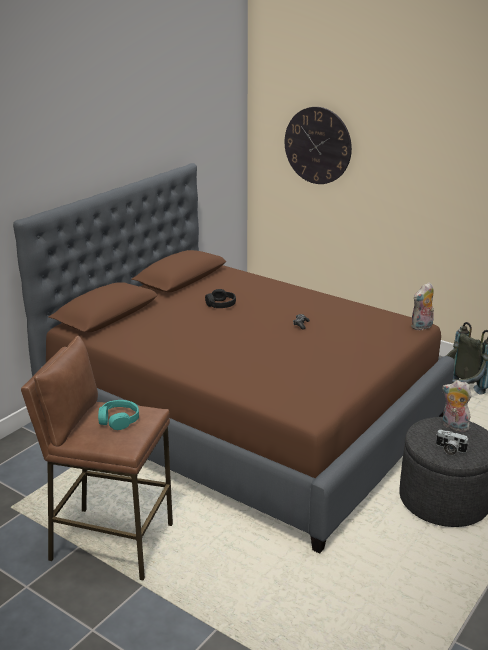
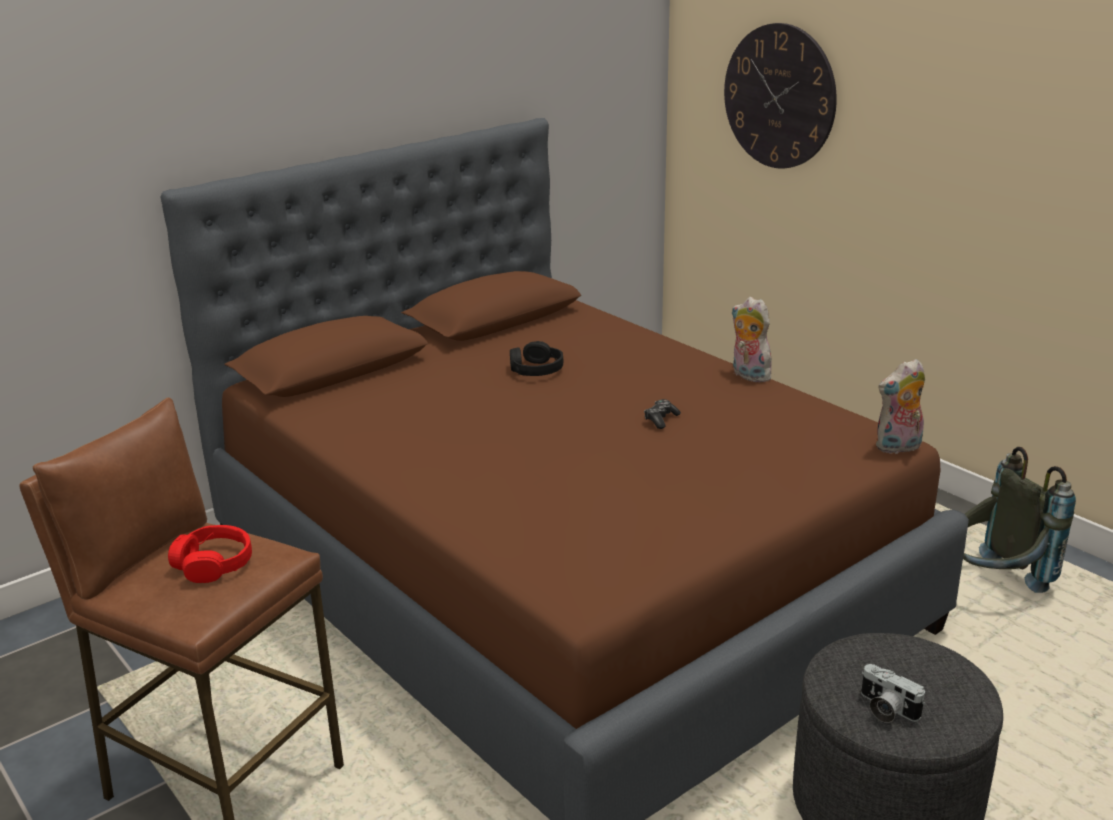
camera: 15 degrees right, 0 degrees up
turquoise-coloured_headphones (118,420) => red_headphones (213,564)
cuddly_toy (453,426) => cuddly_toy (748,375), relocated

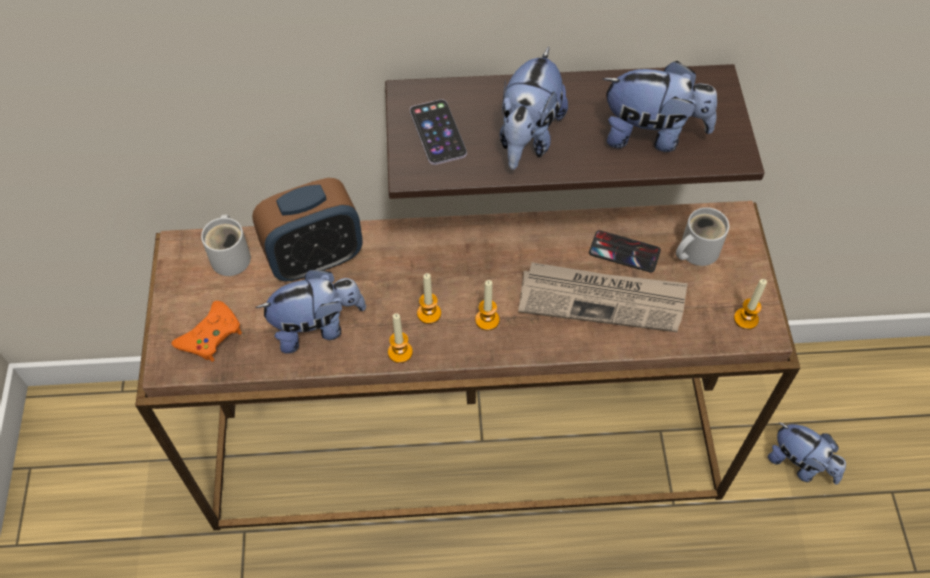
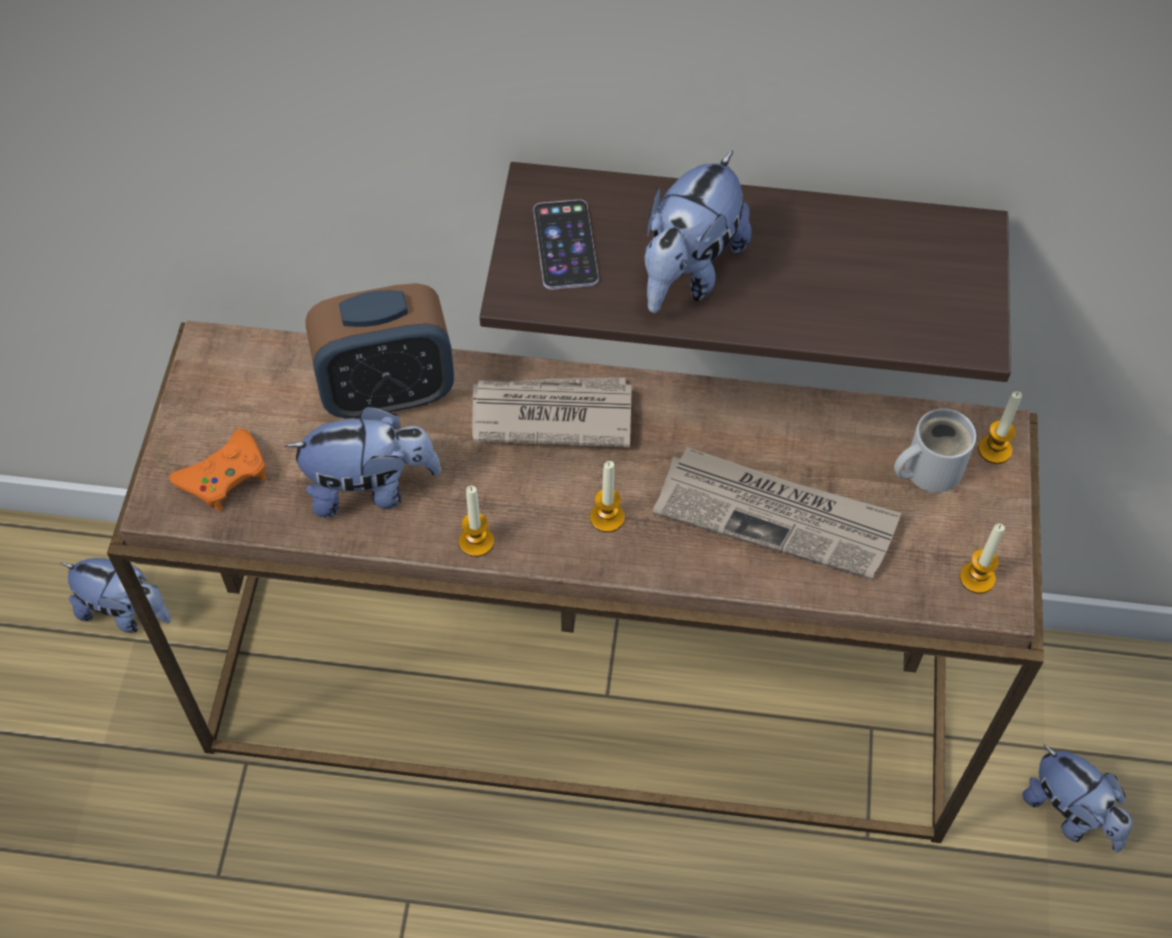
camera: 10 degrees right, 0 degrees up
white-coloured_coffee_mug (232,256) => nothing
candle (429,313) => candle (994,450), relocated
handset (624,252) => nothing
cuddly_toy (651,135) => cuddly_toy (126,611), relocated
nothing => newspaper (550,414)

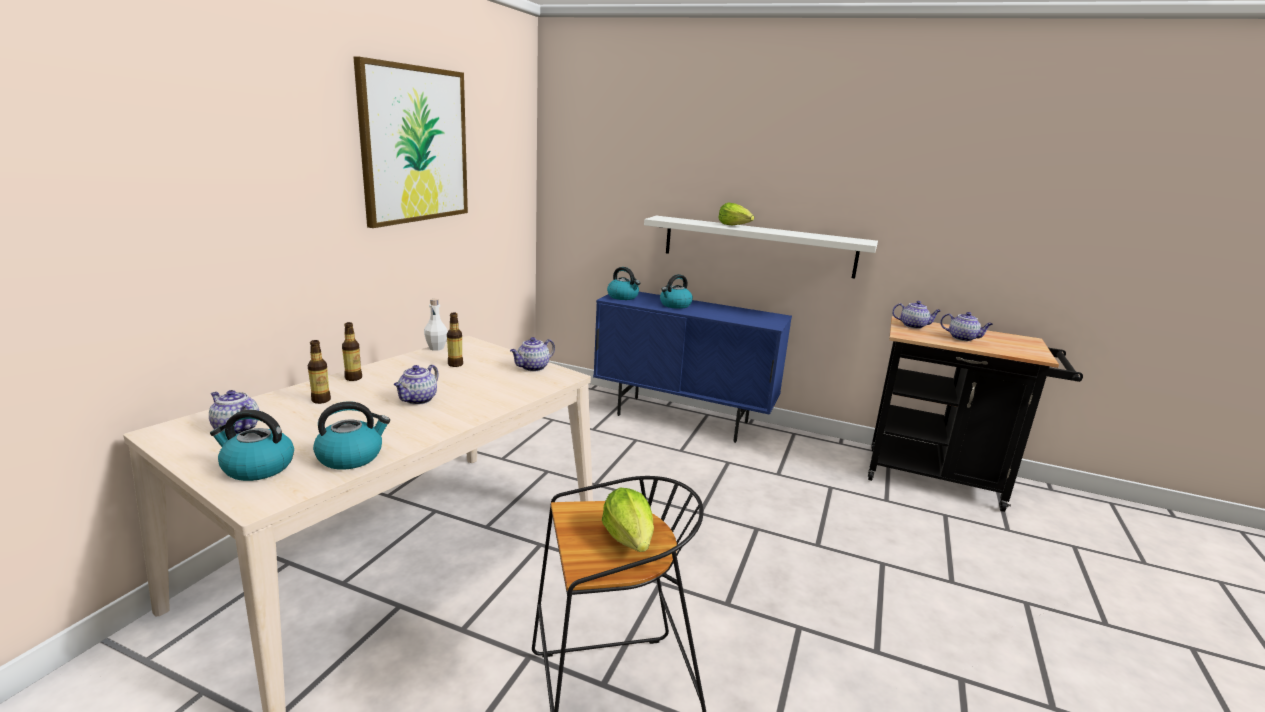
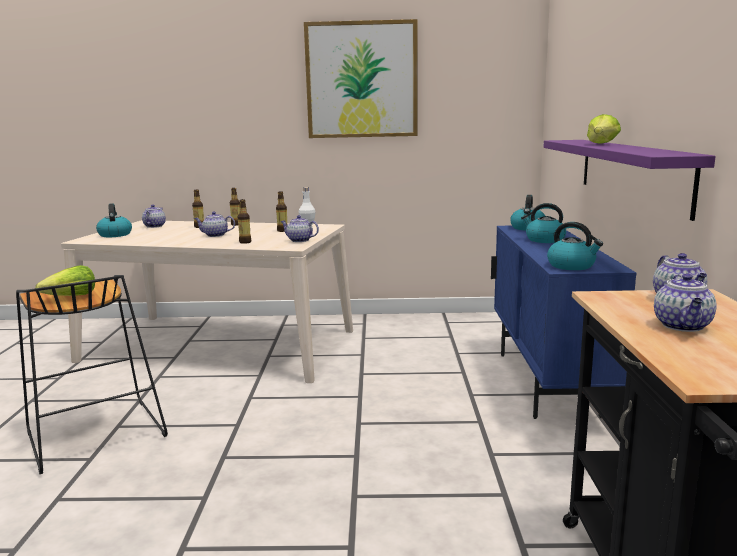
camera: 70 degrees right, 5 degrees down
tea_kettle (351,457) => tea_kettle (572,266), relocated
white-coloured_shelf (758,246) => purple_shelf (630,172)
nothing => beverage_bottle (245,242)

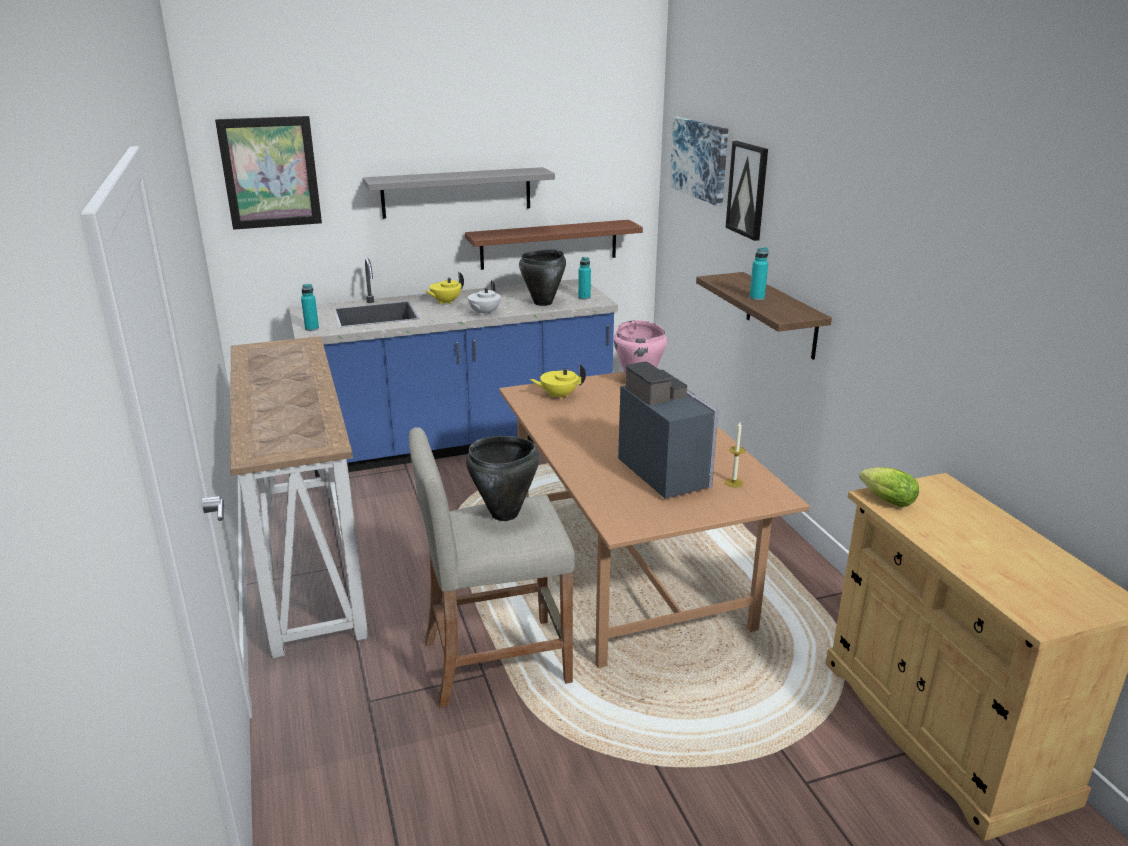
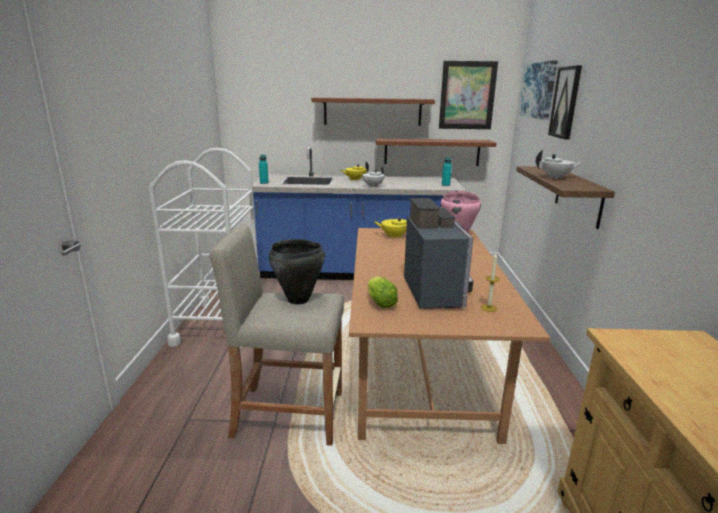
camera: 20 degrees right, 5 degrees down
picture (270,173) => picture (467,95), relocated
console_table (308,562) => white-coloured_cart (220,323)
gray_shelf (457,192) => brown-coloured_shelf (372,111)
black-coloured_saucepot (543,303) => nothing
turquoise-coloured_beverage_bottle (757,298) => white-coloured_teapot (555,177)
lettuce_head (884,500) => lettuce_head (379,302), relocated

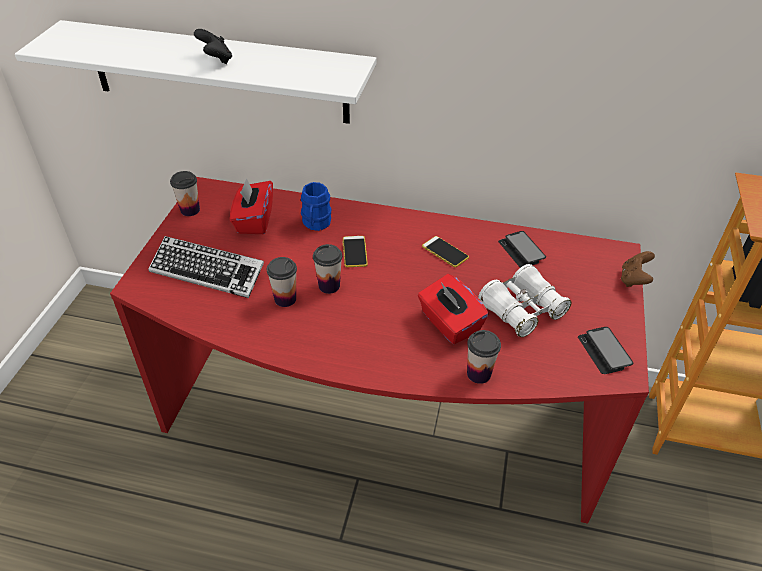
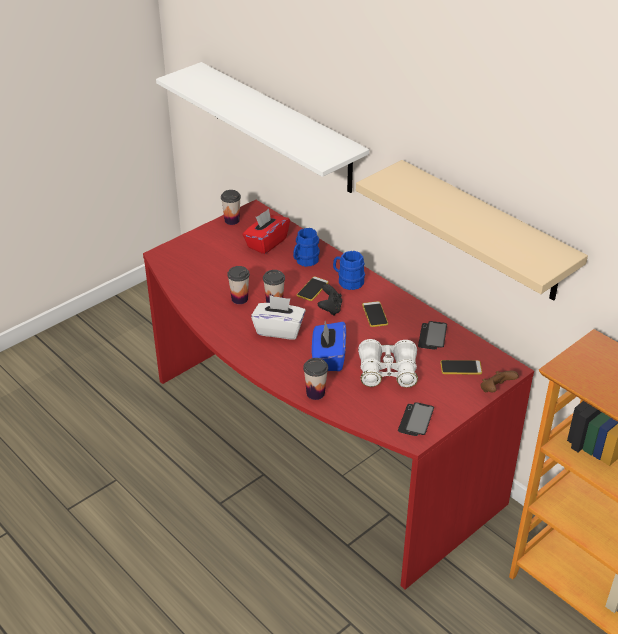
camera: 35 degrees right, 5 degrees down
keyboard (207,272) => nothing
black-coloured_gamepad (216,60) => black-coloured_gamepad (330,309), relocated
red_tissue_holder (449,323) => blue_tissue_holder (328,358)
nothing => white-coloured_tissue_holder (279,330)
nothing => blue_coffee_mug (347,281)
nothing => sand-coloured_shelf (485,232)
nothing => handset (461,368)

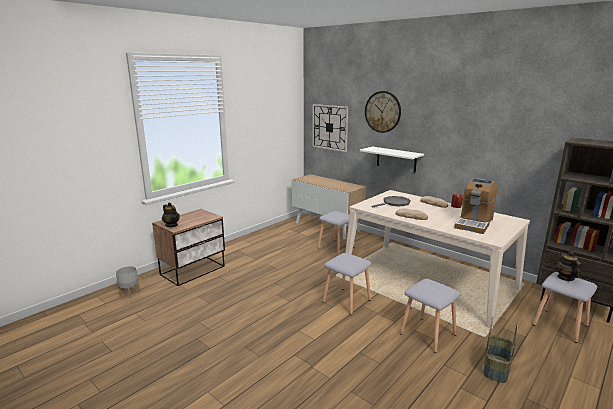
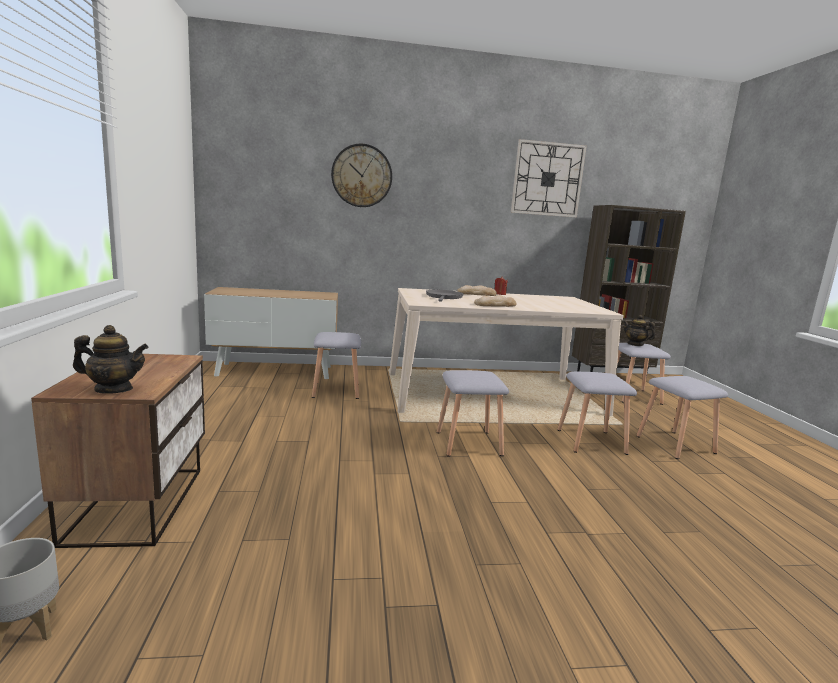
camera: 50 degrees left, 5 degrees down
clock_on_the_wall (330,127) => clock_on_the_wall (547,179), relocated
white-coloured_shelf (396,159) => nothing
coffee_maker (474,223) => nothing
basket (497,368) => gray_stool_seat (676,445)

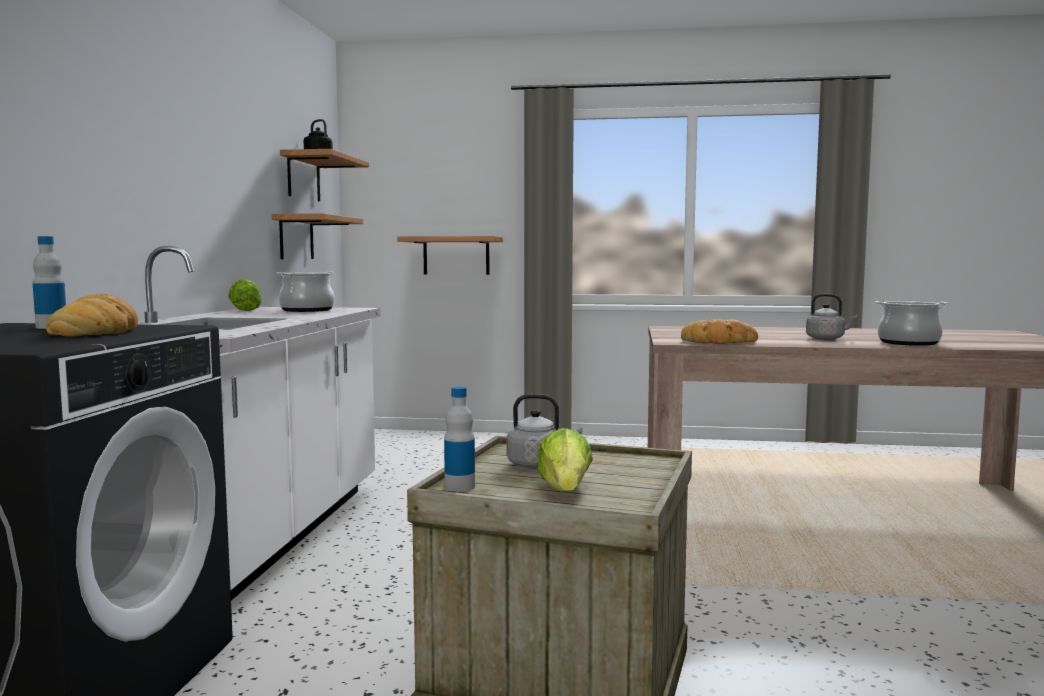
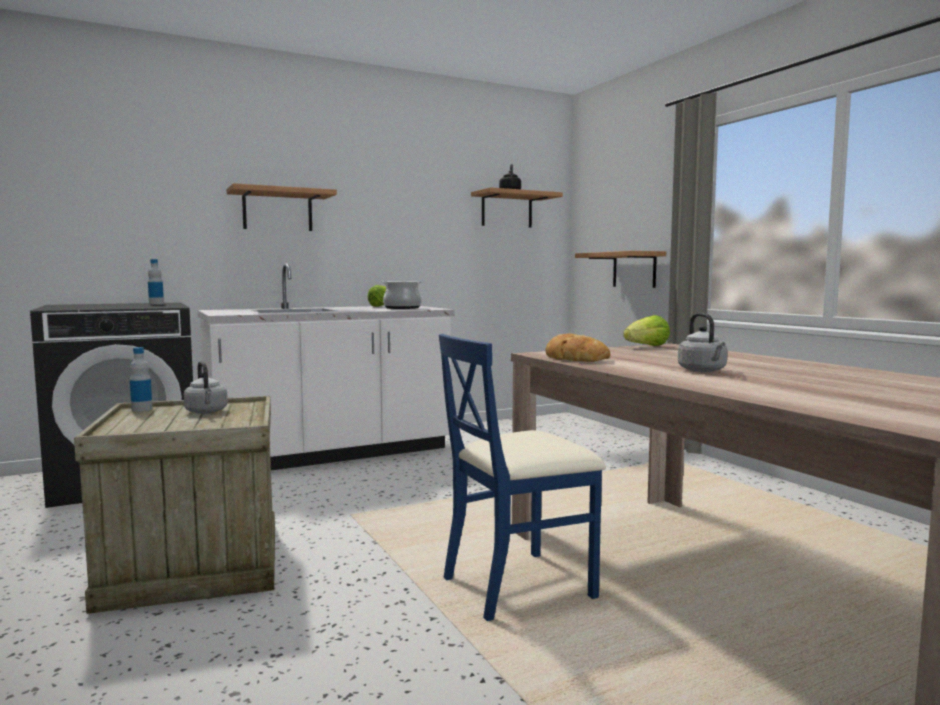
camera: 55 degrees right, 0 degrees up
bread (95,331) => nothing
shelf (296,237) => shelf (277,211), relocated
lettuce_head (565,491) => lettuce_head (647,346), relocated
saucepot (908,343) => nothing
nothing => blue_chair (518,586)

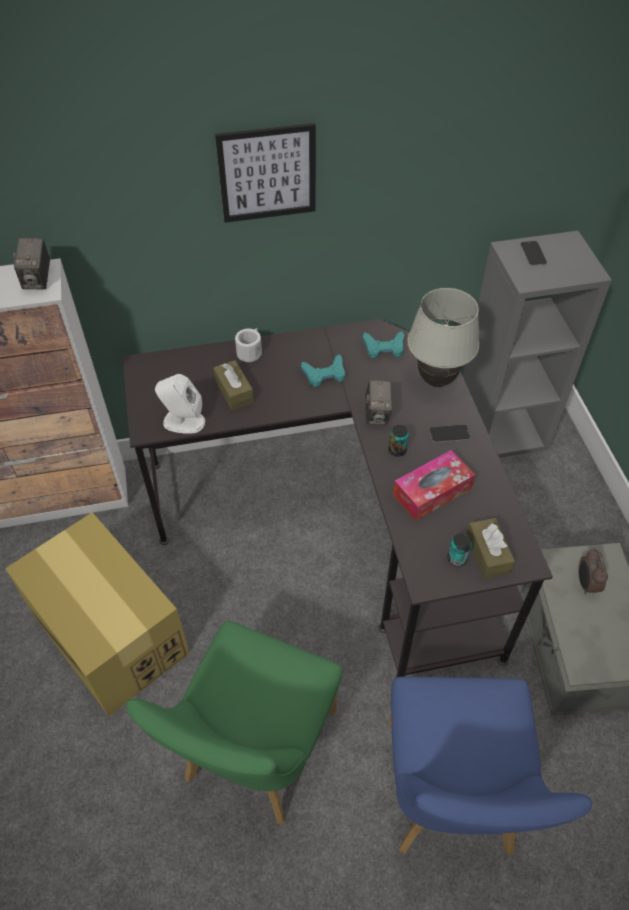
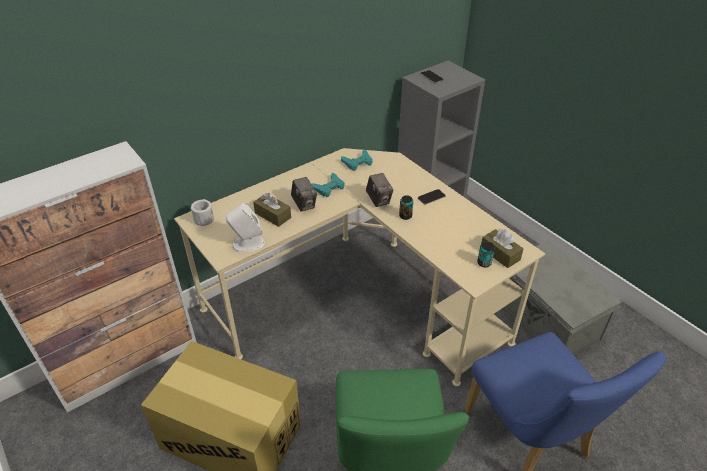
camera: 25 degrees left, 10 degrees down
photo_camera (38,280) => photo_camera (304,204), relocated
black-coloured_desk_unit (339,521) => sand-coloured_desk_unit (358,299)
picture (267,173) => nothing
white-coloured_coffee_mug (250,351) => white-coloured_coffee_mug (204,218), relocated
tissue_holder (432,492) => nothing
white-coloured_table_lamp (437,380) => nothing
alarm_clock (585,584) => nothing

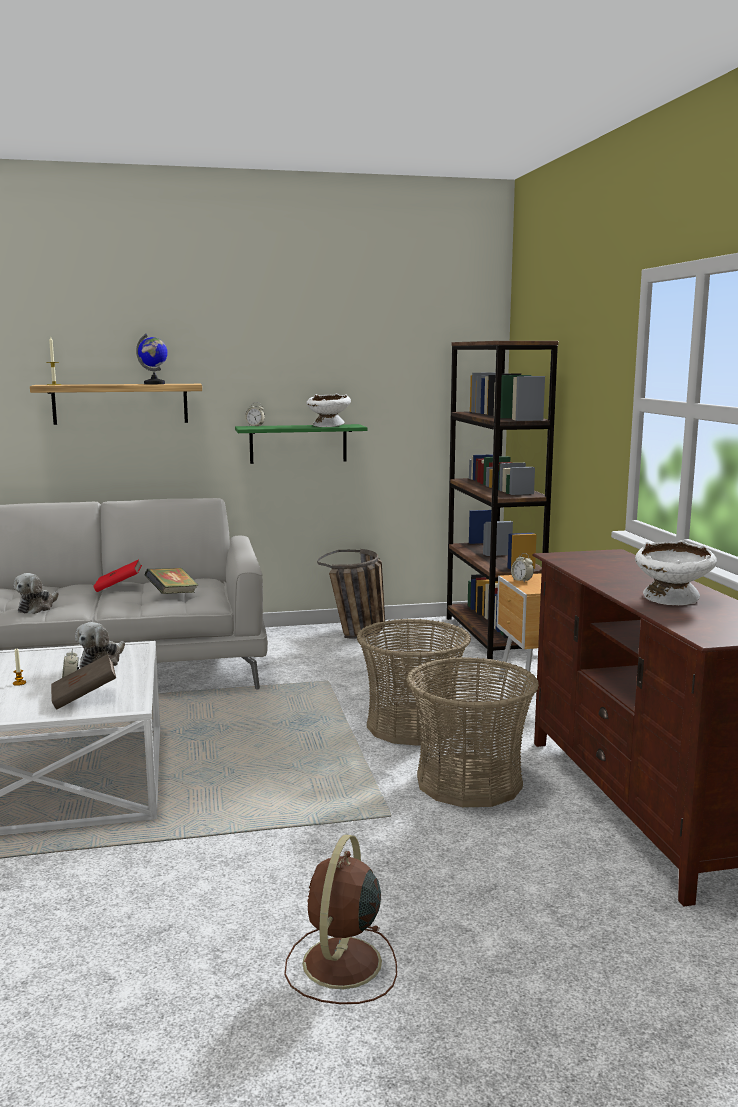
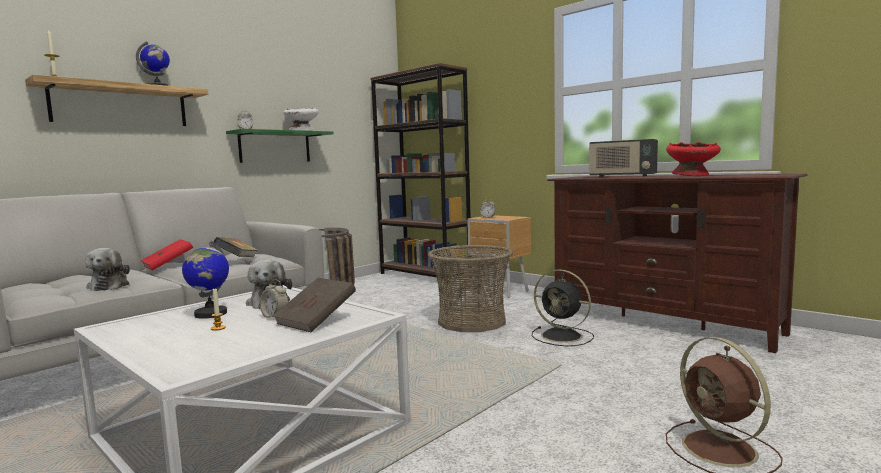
camera: 35 degrees left, 5 degrees down
basket (469,781) => black-coloured_fan (563,336)
white-coloured_deep_dish (672,599) => red_deep_dish (692,175)
nothing => world_globe (210,314)
nothing => radio_receiver (622,176)

